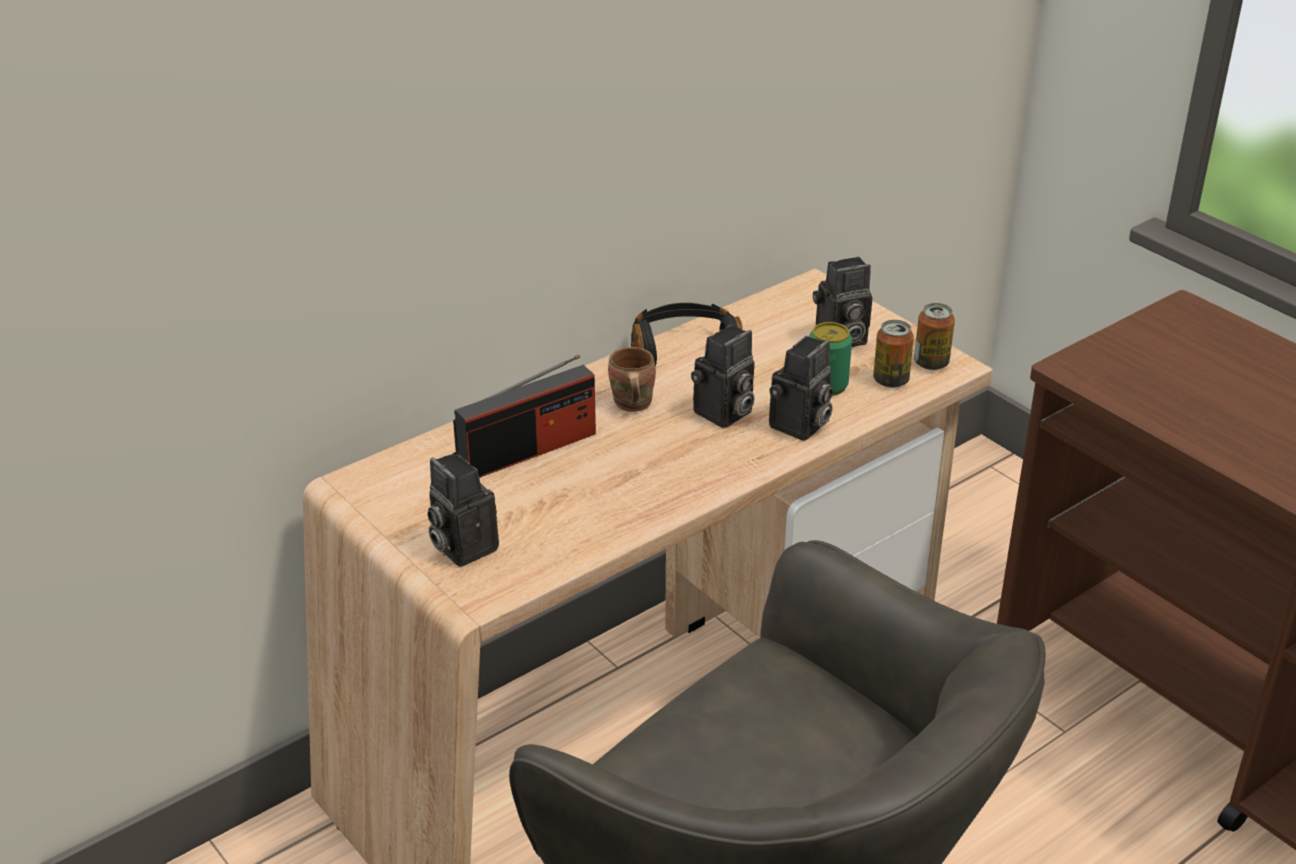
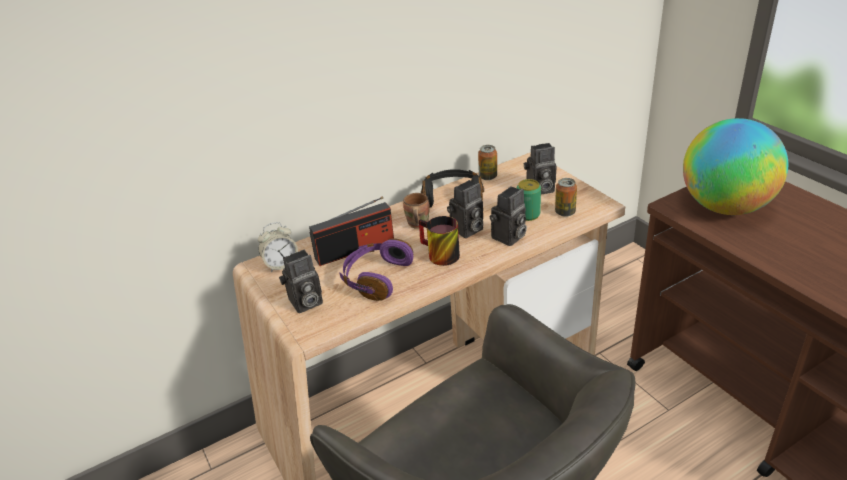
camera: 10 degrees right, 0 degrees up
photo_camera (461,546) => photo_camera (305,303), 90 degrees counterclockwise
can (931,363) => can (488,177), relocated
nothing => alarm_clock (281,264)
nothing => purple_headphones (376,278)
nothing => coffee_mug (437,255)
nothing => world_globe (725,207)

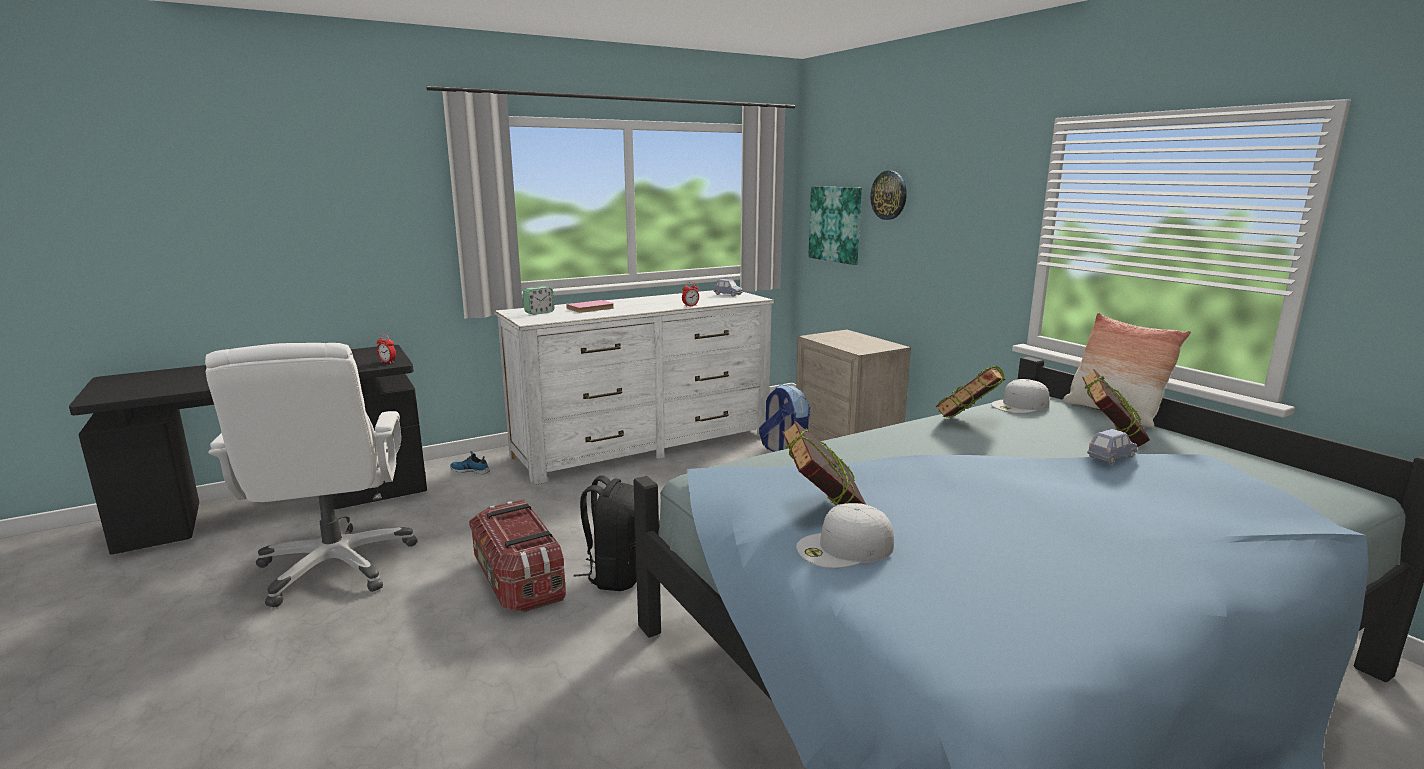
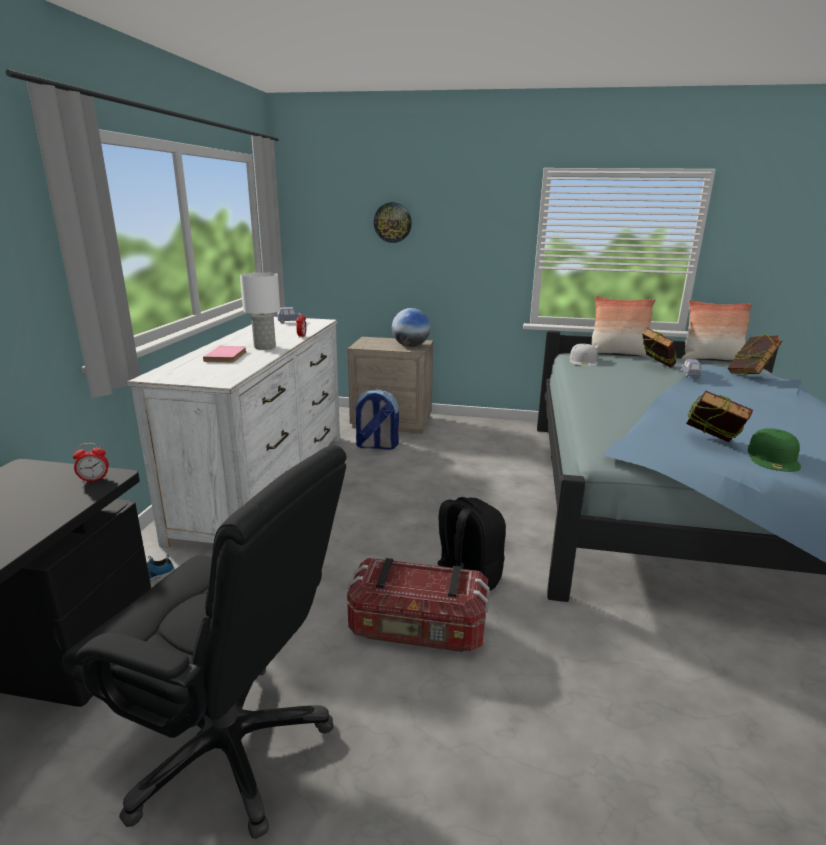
camera: 50 degrees left, 5 degrees up
white-coloured_office_chair (336,566) => black-coloured_office_chair (230,747)
alarm_clock (539,312) => nothing
white-coloured_baseball_cap (845,548) => green_baseball_cap (773,458)
picture (835,224) => nothing
bound_book (967,423) => bound_book (749,375), relocated
nothing => white-coloured_table_lamp (264,347)
nothing => world_globe (410,346)
nothing => cushion (711,359)

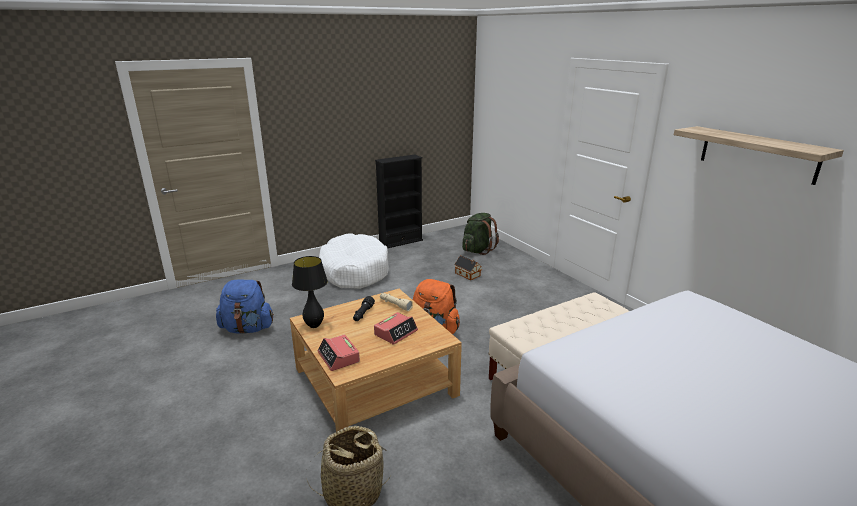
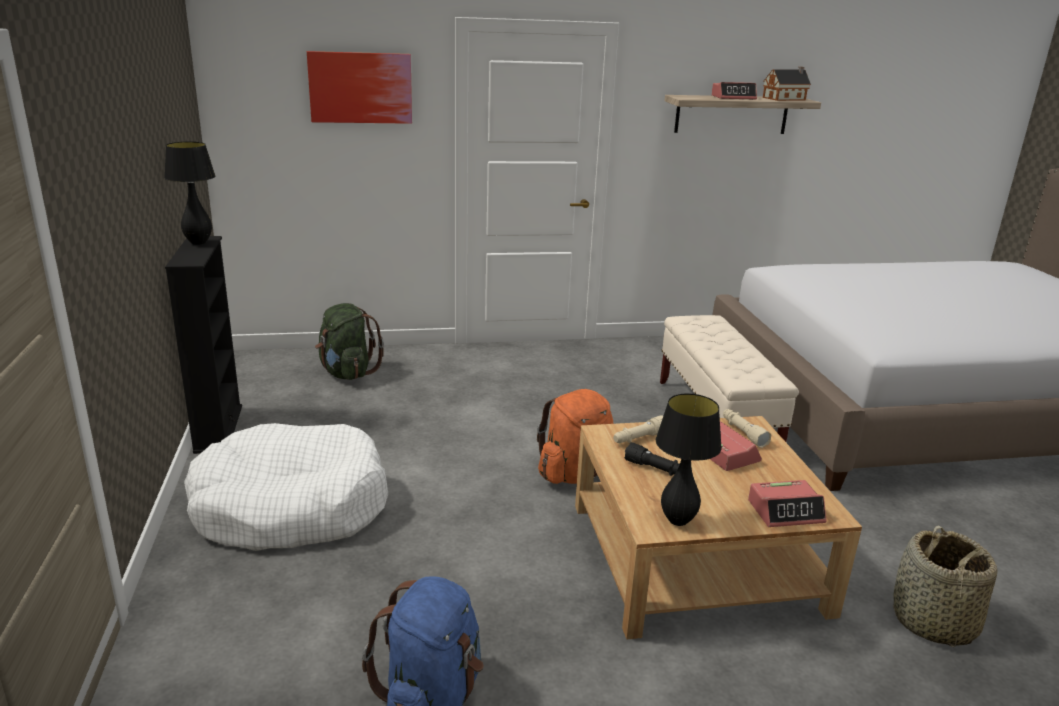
camera: 70 degrees left, 0 degrees up
toy_house (468,275) => toy_house (785,99), relocated
nothing => black-coloured_table_lamp (198,243)
nothing => picture (360,87)
nothing => alarm_clock (733,98)
nothing => sand-coloured_hand_torch (743,433)

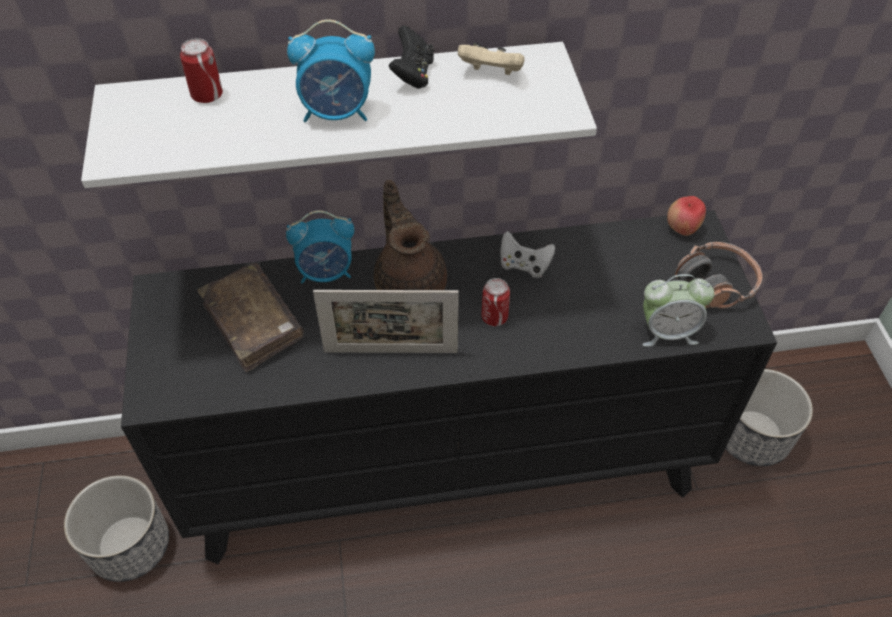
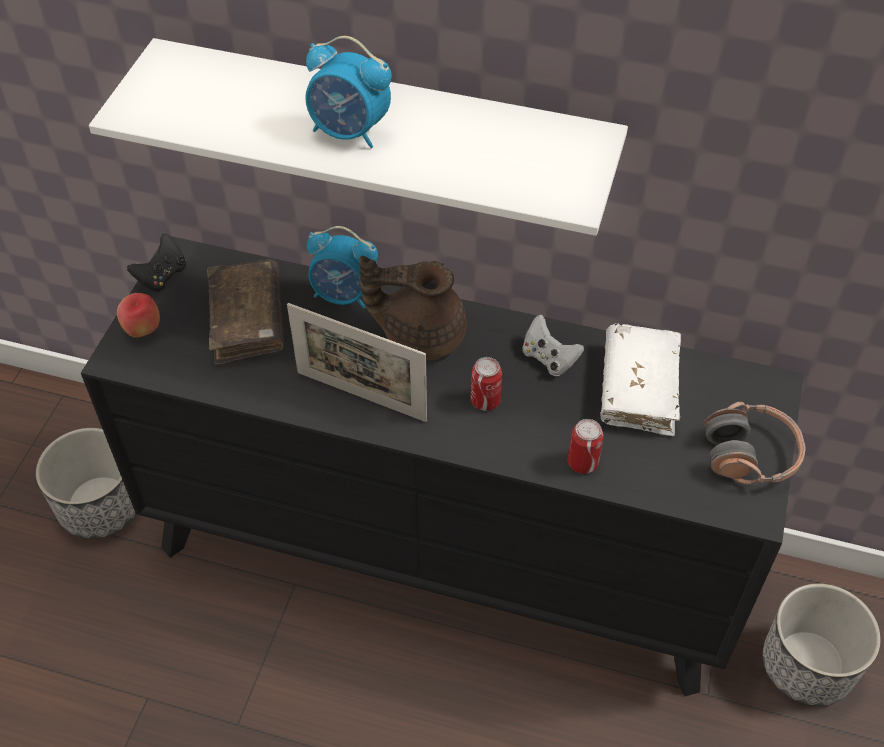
camera: 25 degrees right, 0 degrees up
can (207,95) => can (582,462), relocated
brown-coloured_teapot (410,283) => brown-coloured_teapot (420,335), 90 degrees counterclockwise
black-coloured_gamepad (413,74) => black-coloured_gamepad (162,276), relocated
sand-coloured_gamepad (491,73) => nothing
alarm_clock (667,332) => nothing
whole_apple (682,229) => whole_apple (143,330), relocated
nothing => white-coloured_bound_book (638,388)

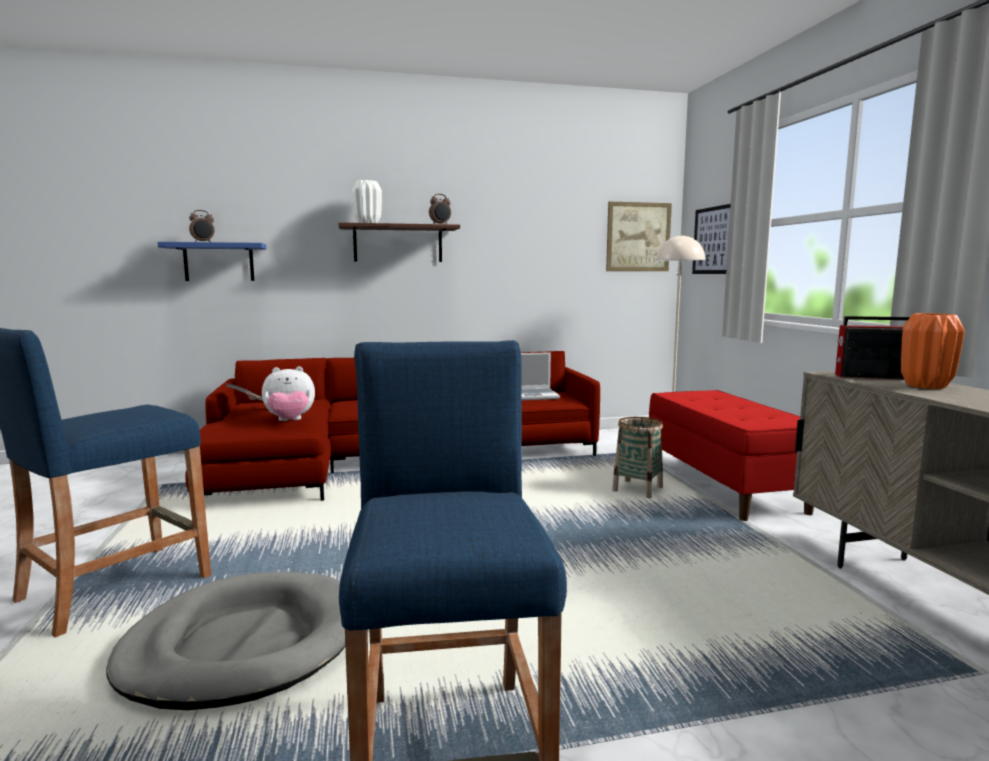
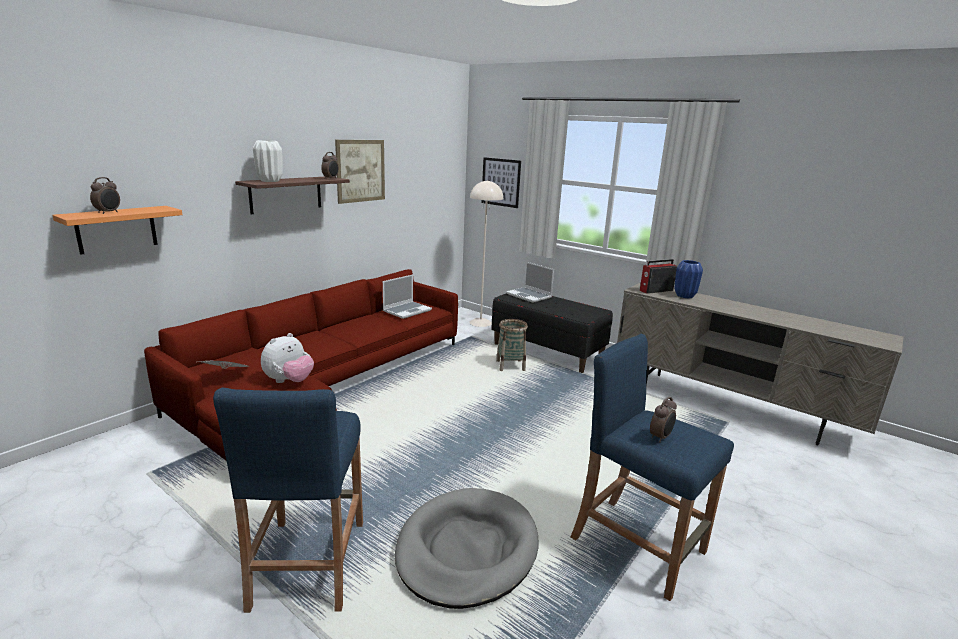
camera: 40 degrees left, 10 degrees up
blue_shelf (219,262) => orangey_shelf (116,229)
picture (638,237) => picture (360,171), relocated
red_long_seat (724,486) => black-coloured_long_seat (547,351)
orangey_flower_vase (925,386) => blue_flower_vase (684,296)
nothing => laptop (529,296)
nothing => alarm_clock (661,437)

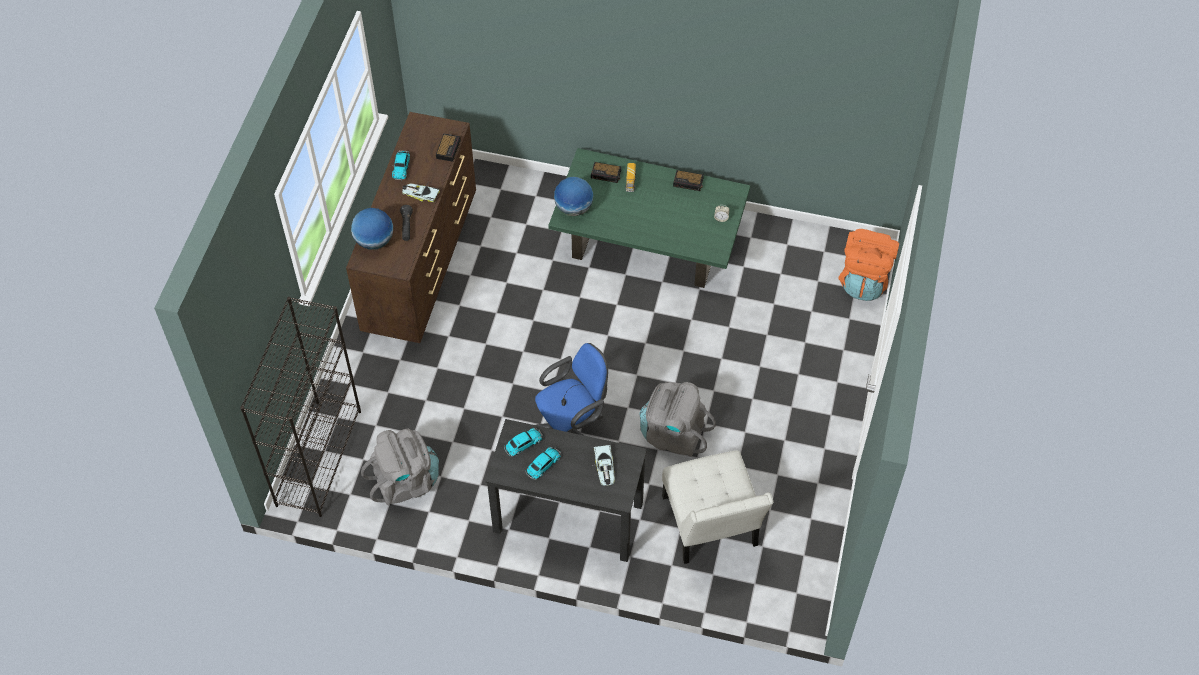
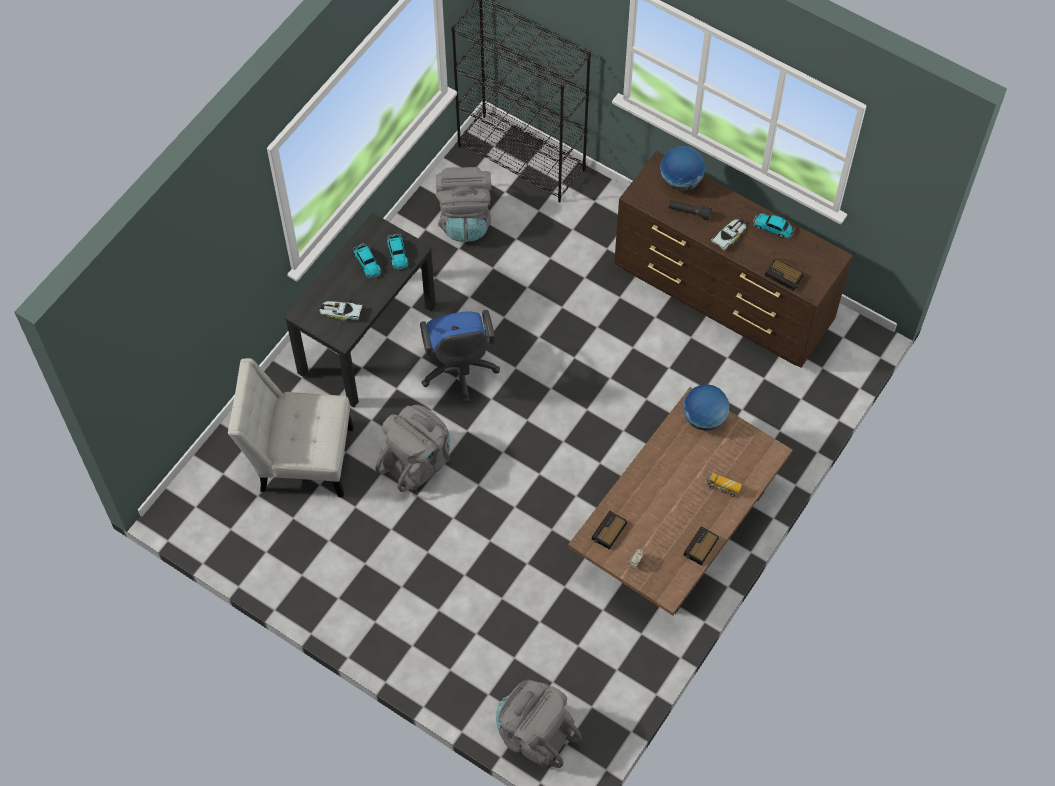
camera: 110 degrees right, 5 degrees up
green_lounge_table (650,238) => brown-coloured_lounge_table (677,526)
alarm_clock (606,174) => alarm_clock (608,532), relocated
orangey_backpack (864,280) => gray_backpack (534,734)

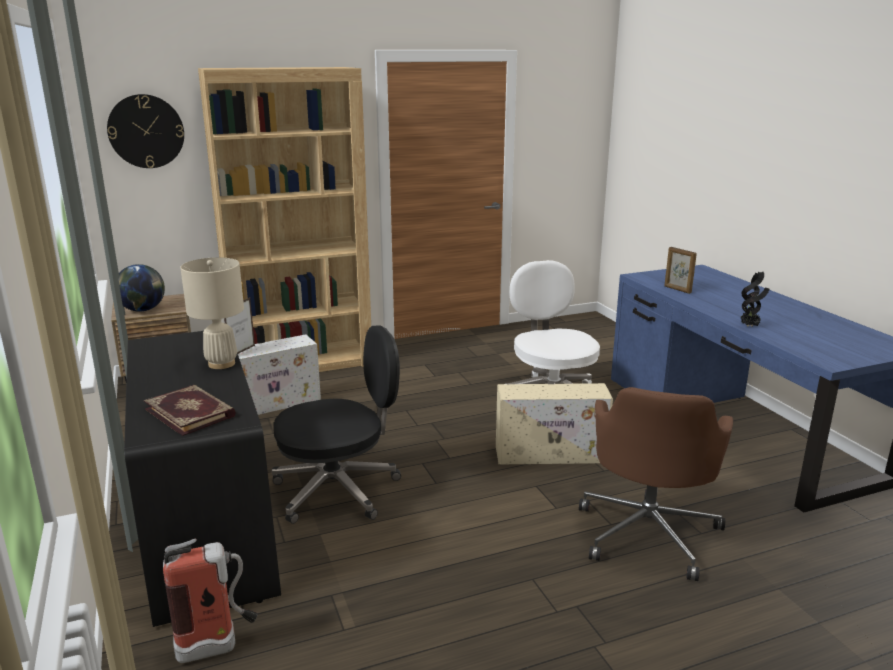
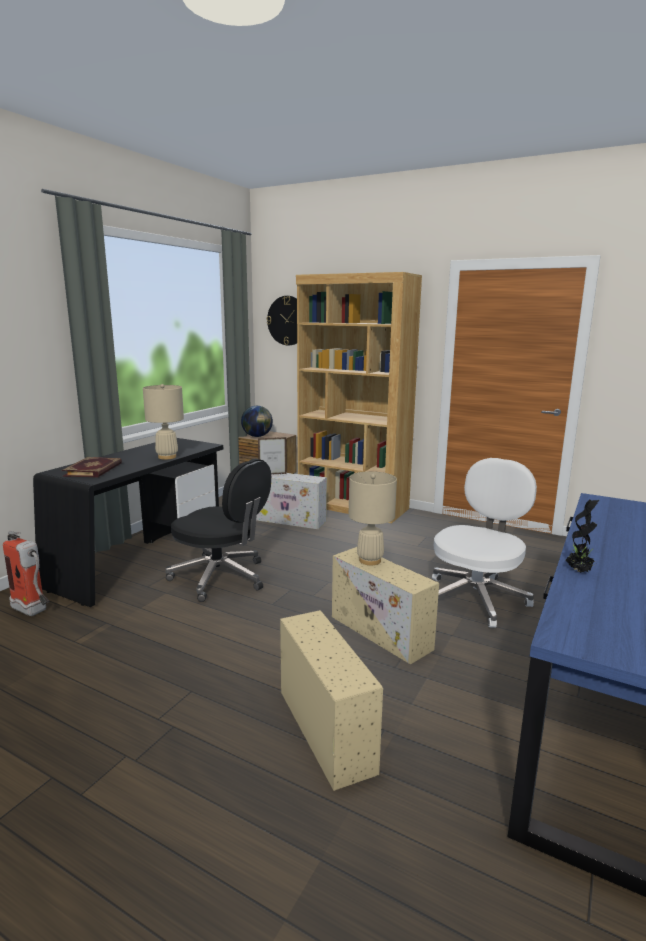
camera: 50 degrees right, 5 degrees down
brown-coloured_office_chair (648,532) => sand-coloured_storage_container (324,728)
standing_frame (677,289) => nothing
nothing => sand-coloured_table_lamp (370,560)

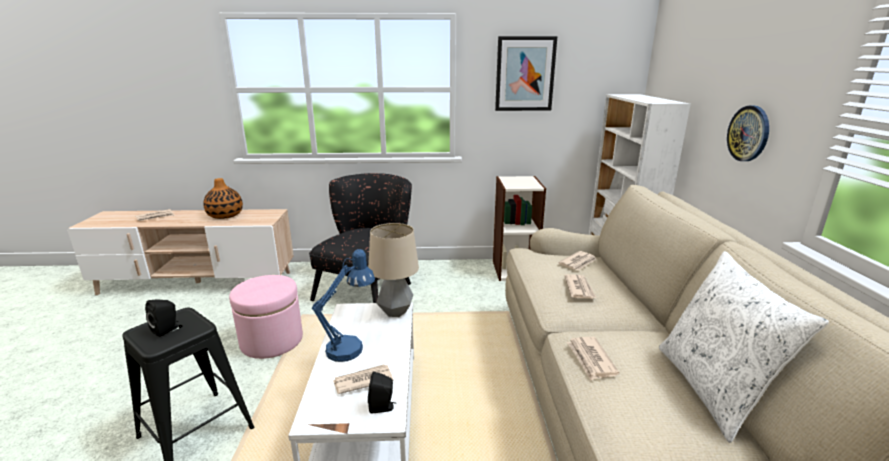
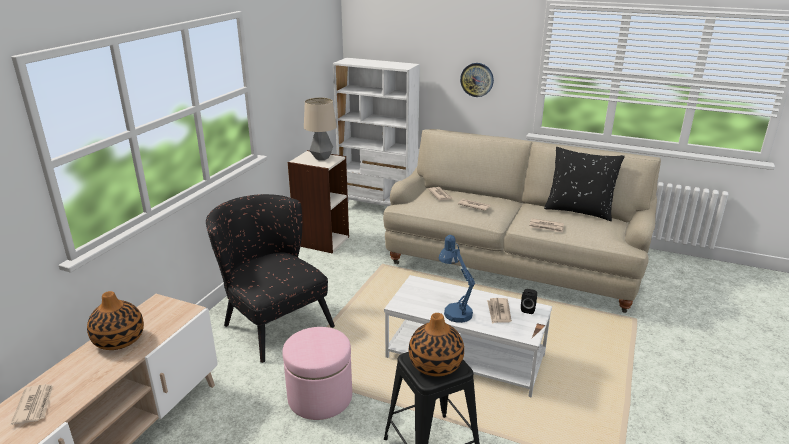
camera: 65 degrees left, 5 degrees up
black-coloured_speaker (167,329) => flower_vase (435,364)
table_lamp (395,312) => table_lamp (321,158), relocated
picture (525,74) => nothing
white-coloured_cushion (712,389) => black-coloured_cushion (579,211)

